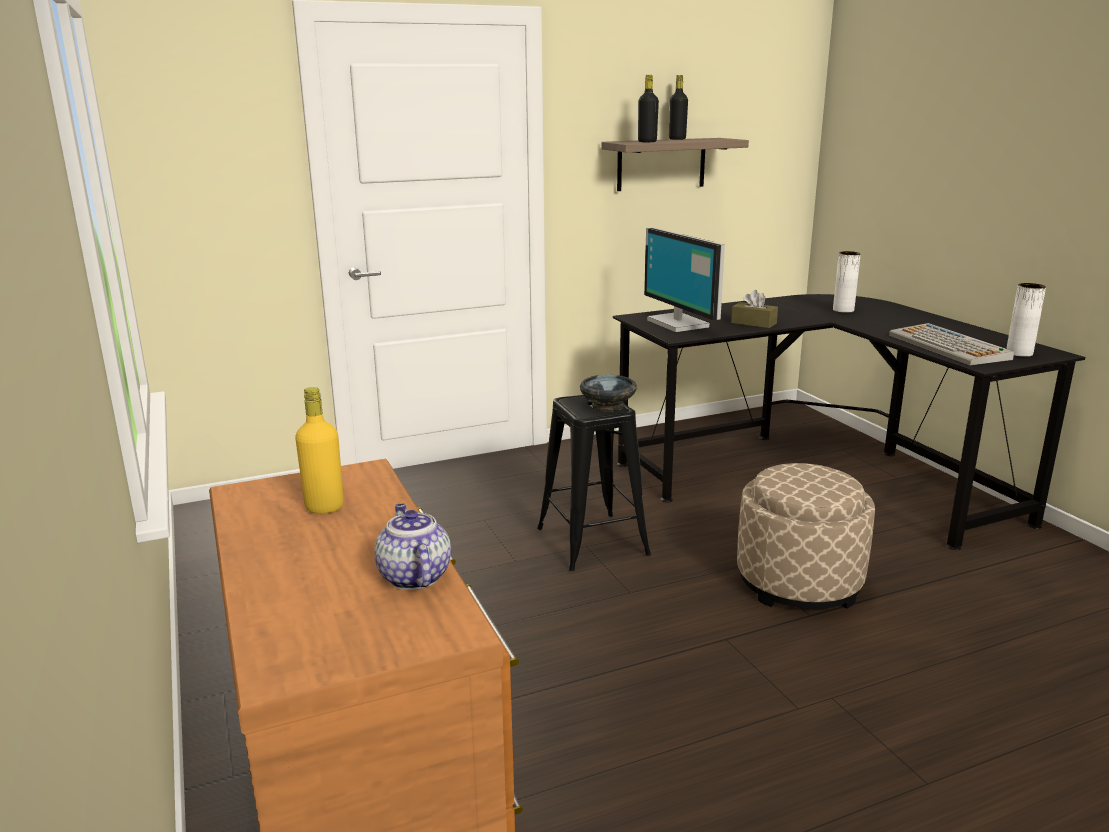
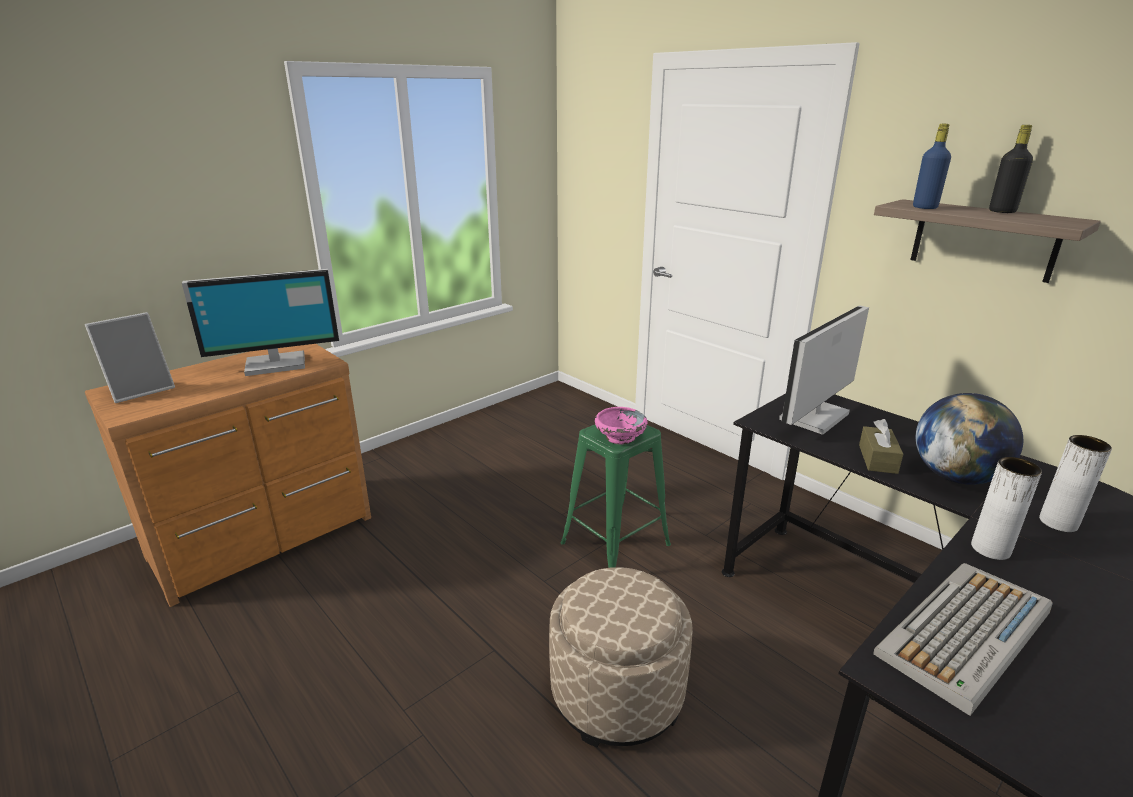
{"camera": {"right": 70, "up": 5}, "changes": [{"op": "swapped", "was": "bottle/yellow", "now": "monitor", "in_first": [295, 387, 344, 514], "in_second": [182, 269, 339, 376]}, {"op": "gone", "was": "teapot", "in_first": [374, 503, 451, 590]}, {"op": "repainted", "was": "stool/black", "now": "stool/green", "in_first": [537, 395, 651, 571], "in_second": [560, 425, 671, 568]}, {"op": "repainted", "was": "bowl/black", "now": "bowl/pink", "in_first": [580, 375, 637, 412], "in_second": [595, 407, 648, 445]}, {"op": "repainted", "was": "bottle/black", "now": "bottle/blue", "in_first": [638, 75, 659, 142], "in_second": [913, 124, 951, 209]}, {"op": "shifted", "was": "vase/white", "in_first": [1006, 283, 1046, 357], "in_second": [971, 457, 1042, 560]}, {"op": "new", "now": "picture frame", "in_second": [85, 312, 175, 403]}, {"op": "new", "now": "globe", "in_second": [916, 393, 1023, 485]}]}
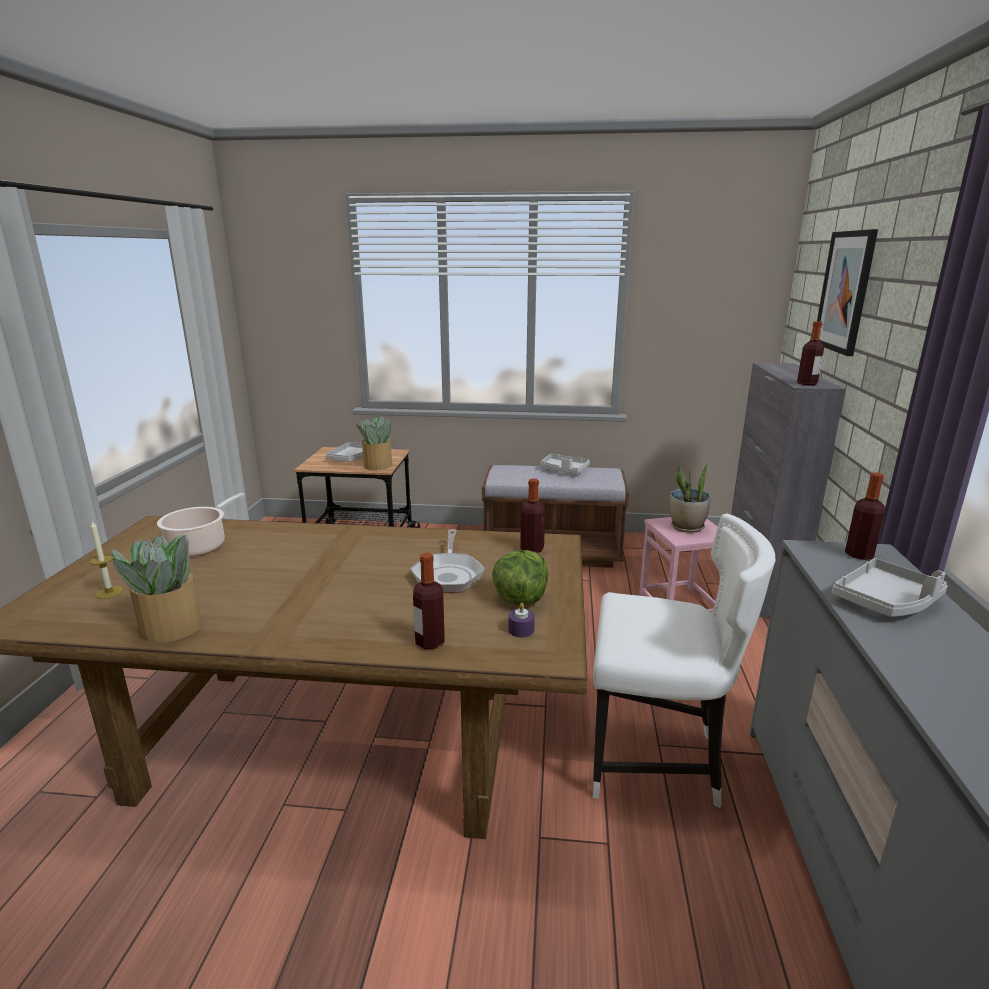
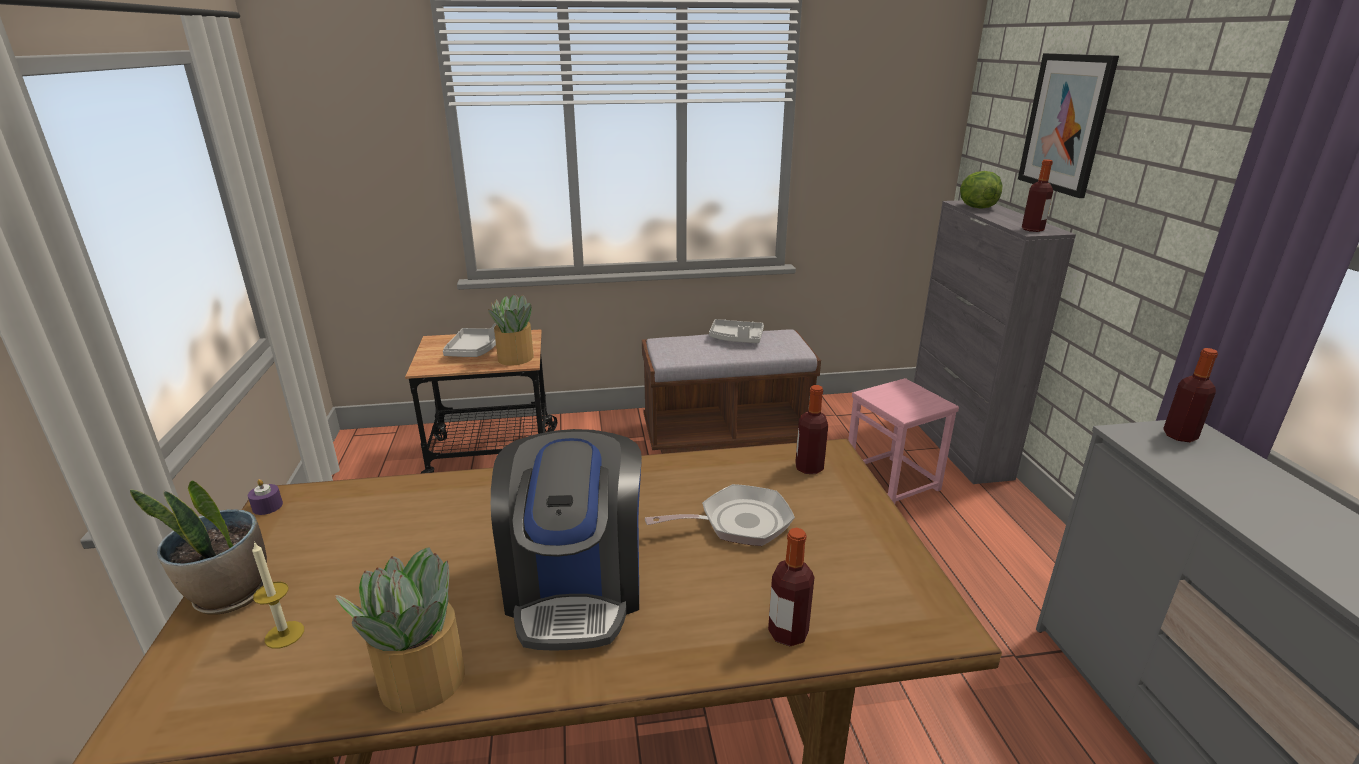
{"camera": {"right": -15, "up": 5}, "changes": [{"op": "gone", "was": "cooking pot", "in_first": [157, 493, 245, 557]}, {"op": "rotated", "was": "frying pan", "in_first": [410, 529, 485, 593], "in_second": [645, 484, 795, 546], "clockwise": -90}, {"op": "shifted", "was": "lettuce", "in_first": [492, 550, 548, 605], "in_second": [960, 171, 1002, 209]}, {"op": "shifted", "was": "candle/purple", "in_first": [508, 603, 535, 637], "in_second": [248, 479, 283, 515]}, {"op": "gone", "was": "chair/white", "in_first": [593, 514, 775, 808]}, {"op": "shifted", "was": "potted plant", "in_first": [670, 464, 711, 533], "in_second": [130, 480, 267, 615]}, {"op": "gone", "was": "tray/grey", "in_first": [832, 558, 948, 617]}, {"op": "new", "now": "coffee machine", "in_second": [491, 429, 642, 651]}]}
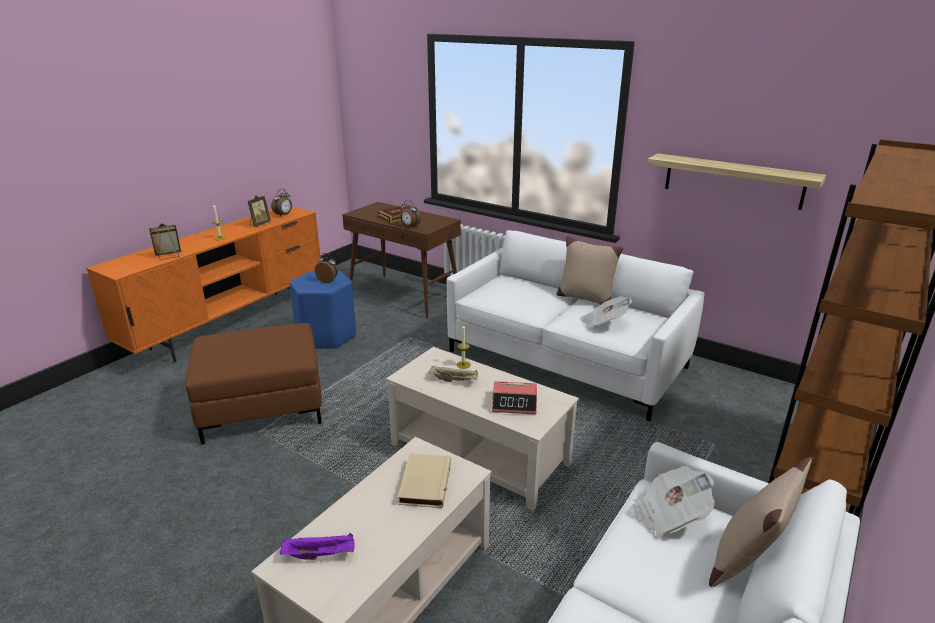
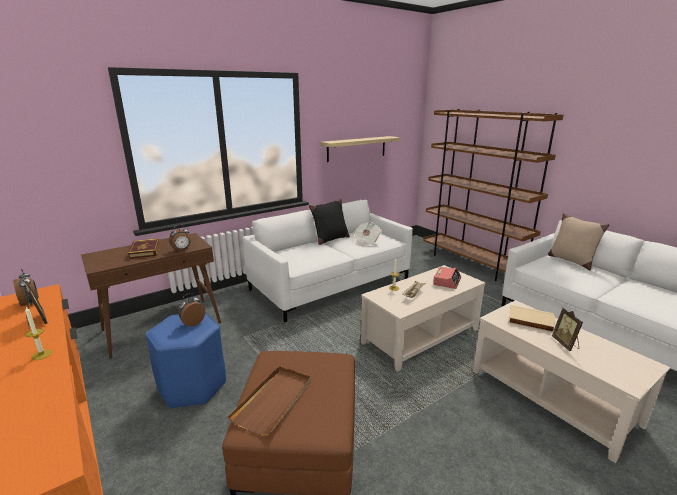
{"camera": {"right": -70, "up": -5}, "changes": [{"op": "shifted", "was": "picture frame", "in_first": [149, 224, 181, 260], "in_second": [552, 308, 583, 351]}, {"op": "gone", "was": "tray/purple", "in_first": [280, 533, 355, 560]}, {"op": "repainted", "was": "pillow/beige", "now": "pillow/black", "in_first": [557, 236, 623, 305], "in_second": [309, 198, 350, 245]}, {"op": "gone", "was": "newspaper", "in_first": [629, 466, 715, 536]}, {"op": "new", "now": "tray/brown", "in_second": [228, 366, 311, 436]}]}
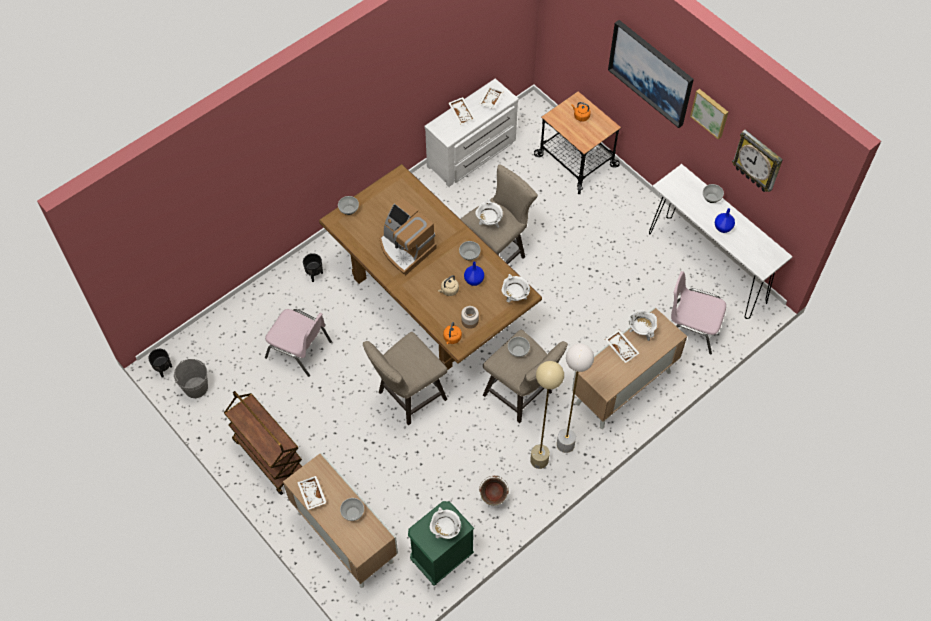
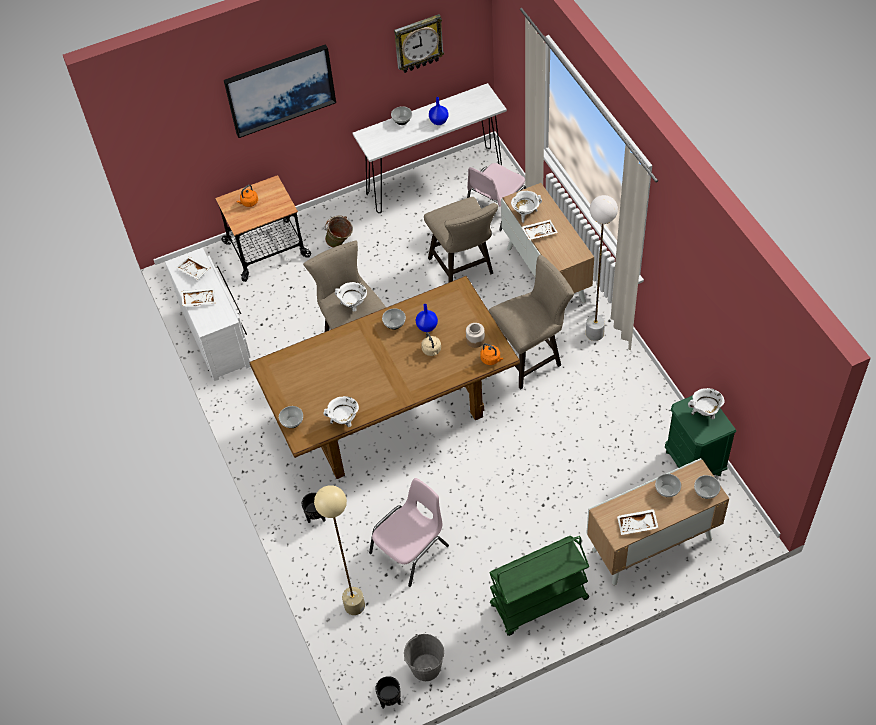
{"camera": {"right": -70, "up": -5}, "changes": [{"op": "repainted", "was": "cart/brown", "now": "cart/green", "in_first": [224, 391, 302, 495], "in_second": [489, 536, 589, 636]}, {"op": "shifted", "was": "stool/beige", "in_first": [363, 332, 447, 425], "in_second": [424, 197, 498, 283]}, {"op": "gone", "was": "coffee machine", "in_first": [379, 198, 436, 275]}, {"op": "shifted", "was": "bucket/green", "in_first": [479, 476, 509, 506], "in_second": [325, 216, 353, 248]}, {"op": "shifted", "was": "cooking pot/white", "in_first": [502, 274, 530, 302], "in_second": [324, 396, 359, 427]}, {"op": "shifted", "was": "bowl", "in_first": [508, 337, 530, 357], "in_second": [694, 475, 721, 499]}, {"op": "shifted", "was": "floor lamp/beige", "in_first": [530, 361, 564, 469], "in_second": [314, 485, 365, 615]}, {"op": "gone", "was": "picture", "in_first": [690, 89, 728, 139]}]}
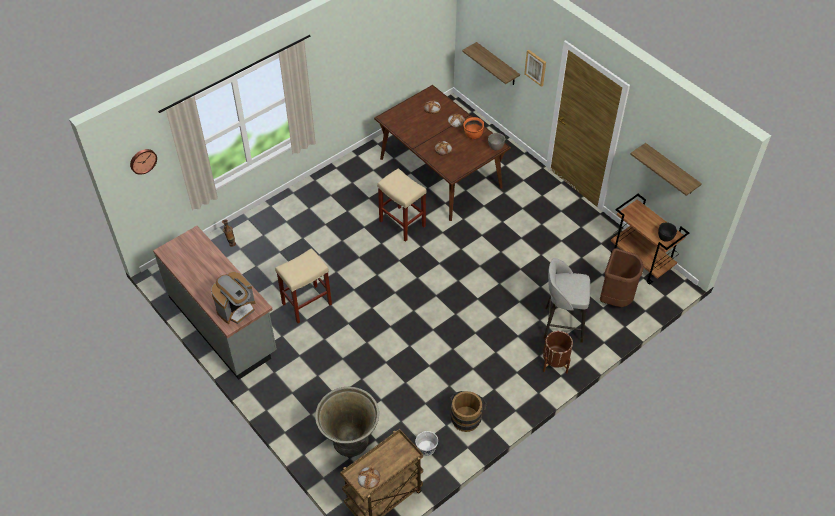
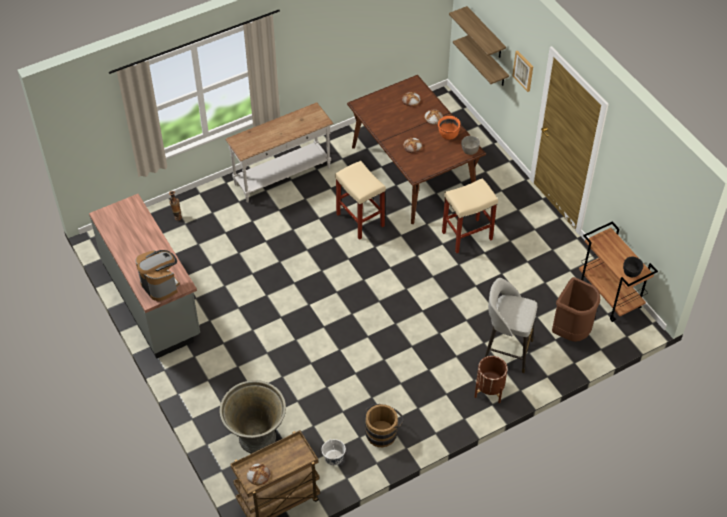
{"camera": {"right": 10, "up": 0}, "changes": [{"op": "gone", "was": "wall clock", "in_first": [130, 149, 157, 175]}, {"op": "rotated", "was": "coffee machine", "in_first": [211, 272, 255, 324], "in_second": [136, 250, 180, 301], "clockwise": -90}, {"op": "shifted", "was": "stool/beige", "in_first": [275, 248, 332, 323], "in_second": [442, 178, 498, 253]}, {"op": "shifted", "was": "shelf", "in_first": [630, 143, 702, 196], "in_second": [449, 6, 506, 58]}, {"op": "new", "now": "console table/white", "in_second": [225, 102, 334, 202]}]}
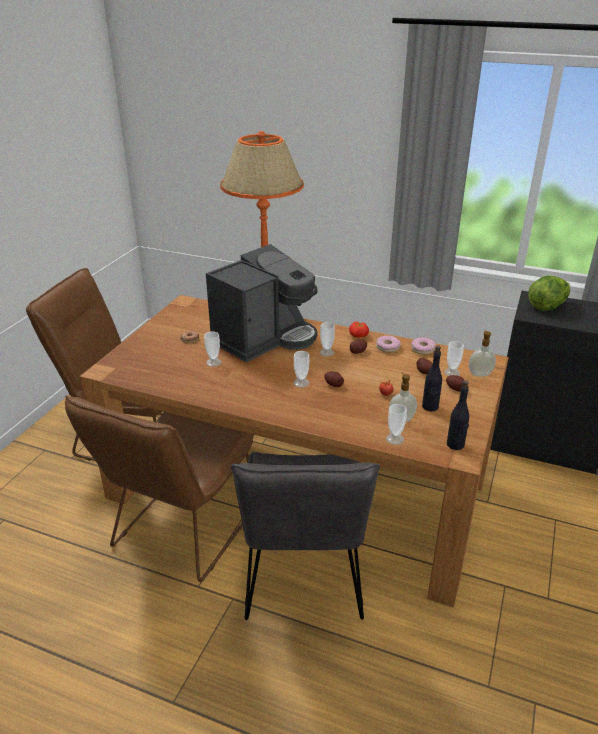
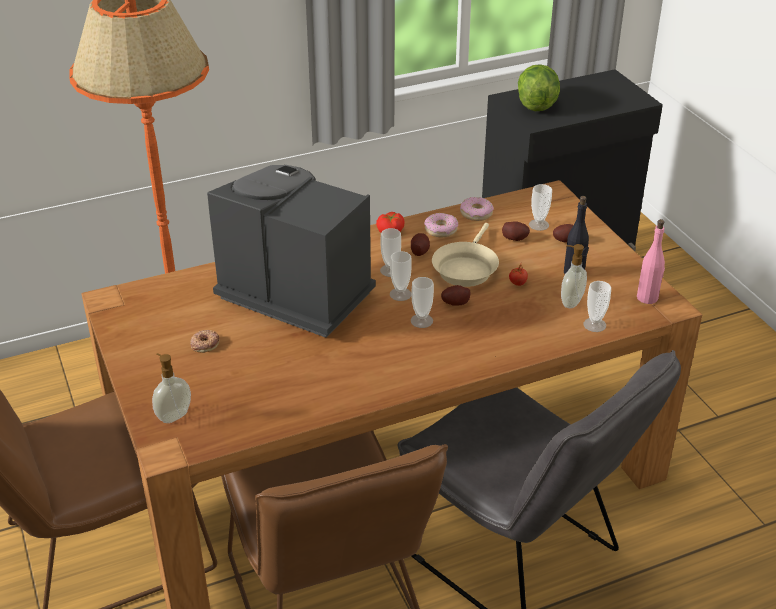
{"camera": {"right": -45, "up": 5}, "changes": [{"op": "shifted", "was": "cup", "in_first": [204, 332, 222, 367], "in_second": [390, 251, 412, 301]}, {"op": "rotated", "was": "coffee machine", "in_first": [206, 244, 317, 363], "in_second": [207, 165, 376, 338], "clockwise": -60}, {"op": "repainted", "was": "bottle/black", "now": "bottle/pink", "in_first": [447, 380, 469, 450], "in_second": [637, 219, 665, 304]}, {"op": "shifted", "was": "soap dispenser", "in_first": [469, 330, 496, 376], "in_second": [152, 353, 191, 423]}, {"op": "new", "now": "frying pan/beige", "in_second": [432, 223, 499, 287]}]}
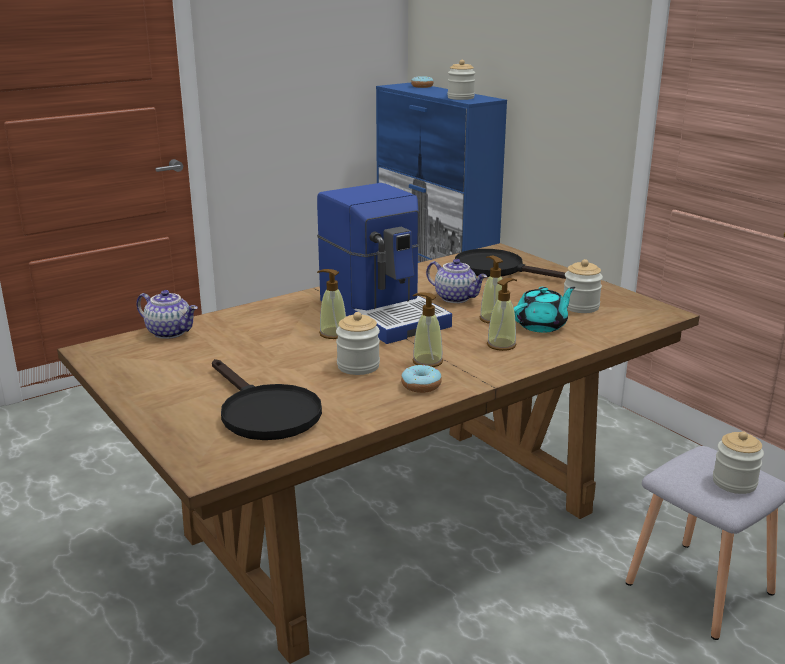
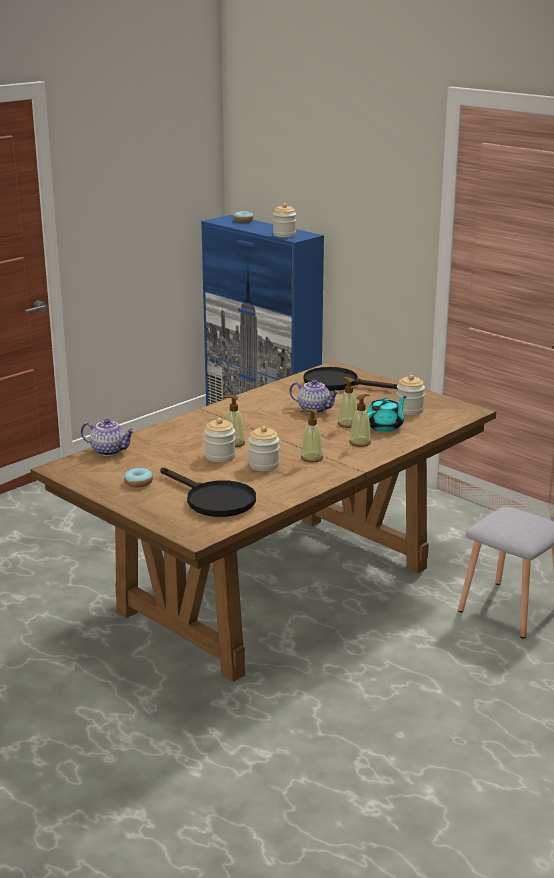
{"camera": {"right": -10, "up": 0}, "changes": [{"op": "gone", "was": "coffee machine", "in_first": [317, 183, 452, 344]}, {"op": "shifted", "was": "donut", "in_first": [401, 365, 442, 393], "in_second": [124, 468, 153, 487]}, {"op": "shifted", "was": "jar", "in_first": [713, 431, 764, 494], "in_second": [204, 418, 236, 462]}]}
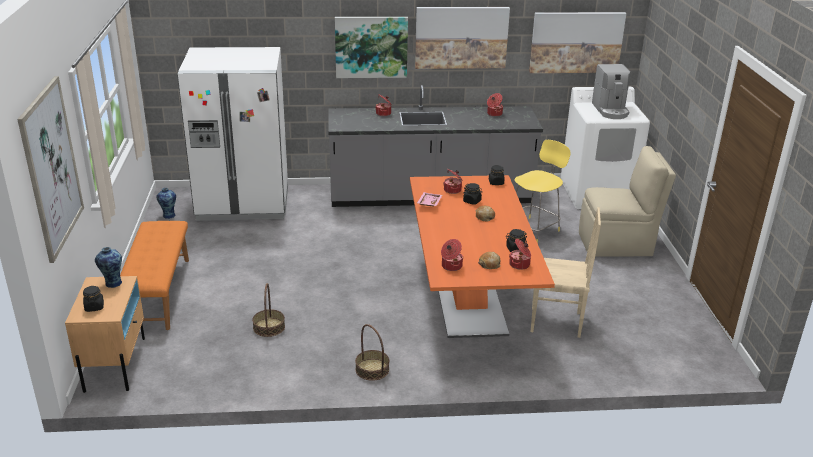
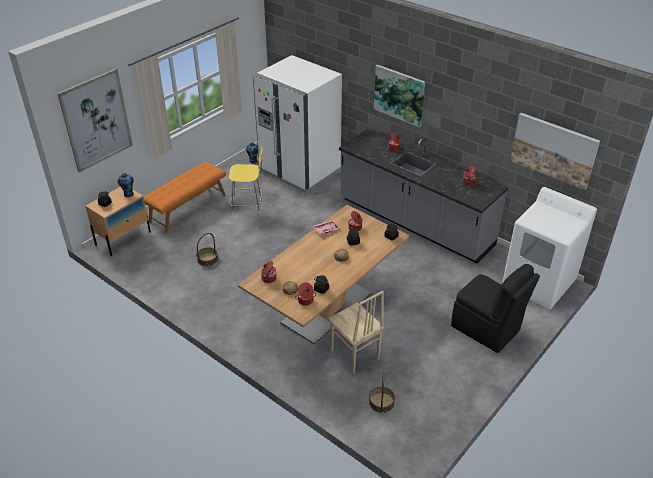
{"camera": {"right": 45, "up": 10}, "changes": [{"op": "shifted", "was": "basket", "in_first": [355, 324, 389, 381], "in_second": [369, 372, 395, 413]}, {"op": "repainted", "was": "dining table/orange", "now": "dining table/beige", "in_first": [410, 175, 555, 338], "in_second": [238, 205, 410, 345]}, {"op": "gone", "was": "picture", "in_first": [415, 7, 510, 69]}, {"op": "shifted", "was": "stool/yellow", "in_first": [514, 140, 571, 243], "in_second": [229, 147, 262, 215]}, {"op": "repainted", "was": "chair/beige", "now": "chair/black", "in_first": [579, 146, 676, 257], "in_second": [451, 264, 540, 353]}, {"op": "gone", "was": "coffee machine", "in_first": [592, 64, 630, 119]}]}
